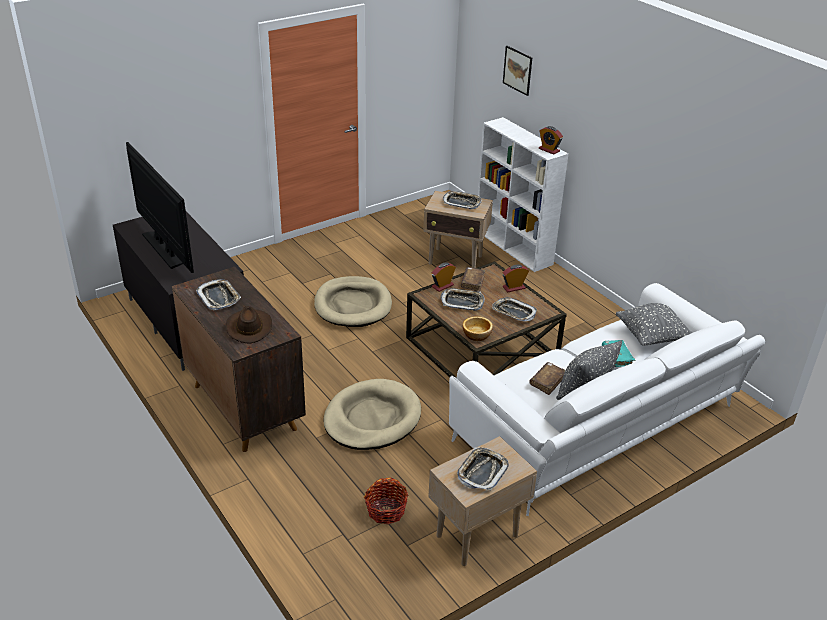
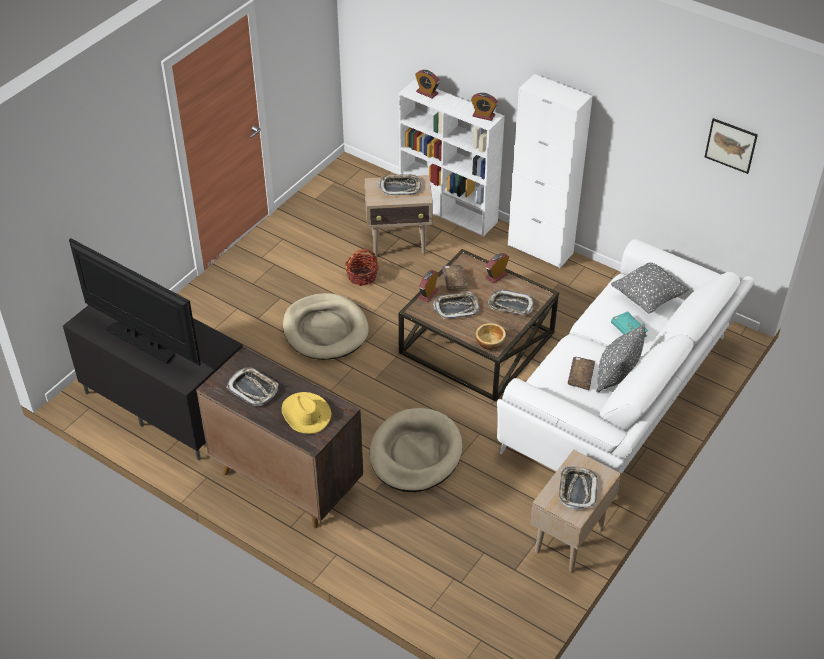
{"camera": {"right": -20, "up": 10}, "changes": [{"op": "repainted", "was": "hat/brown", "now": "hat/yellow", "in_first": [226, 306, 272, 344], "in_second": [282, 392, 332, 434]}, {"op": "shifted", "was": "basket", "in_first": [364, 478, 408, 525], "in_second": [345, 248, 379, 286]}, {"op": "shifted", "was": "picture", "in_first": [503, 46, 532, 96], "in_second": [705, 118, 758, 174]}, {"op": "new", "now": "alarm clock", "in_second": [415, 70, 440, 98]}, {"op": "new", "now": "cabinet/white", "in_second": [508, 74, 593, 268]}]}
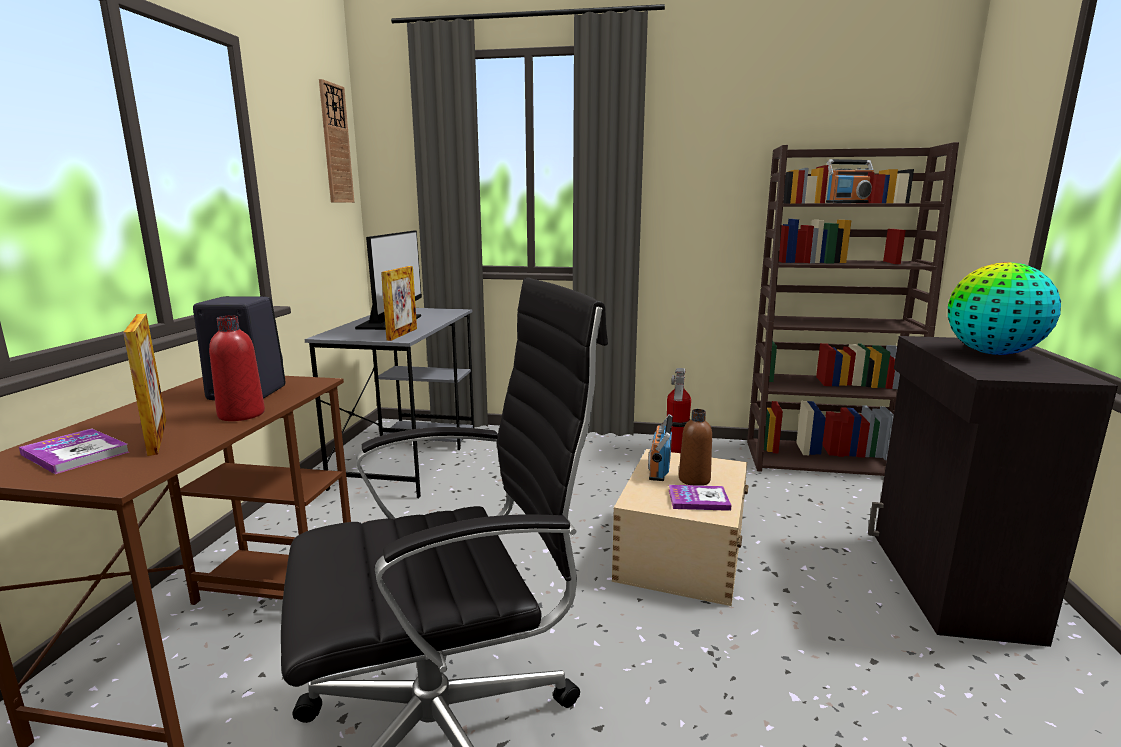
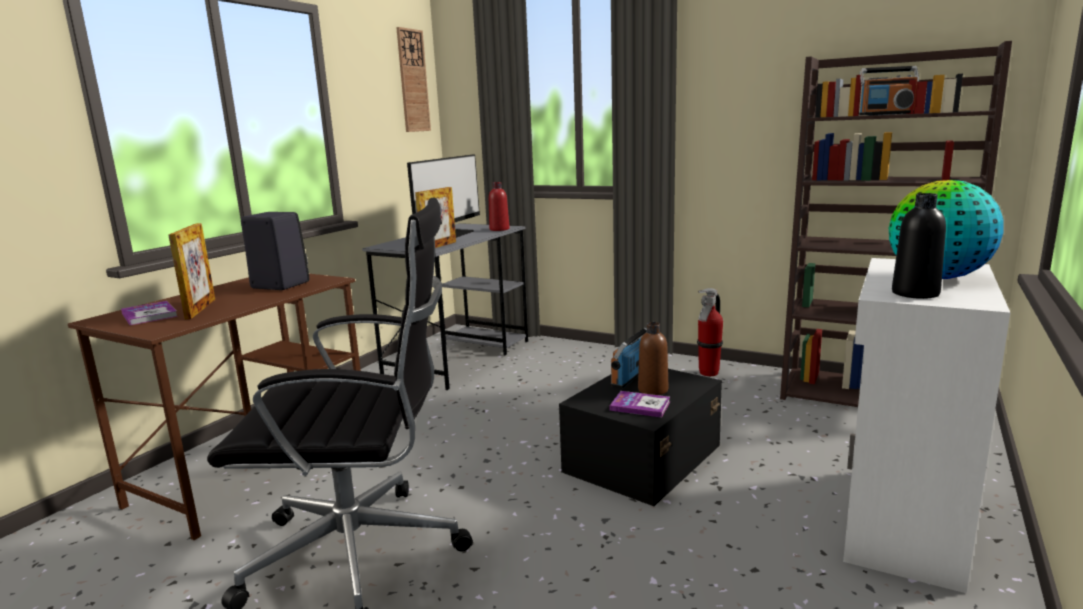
{"camera": {"right": 20, "up": 0}, "changes": [{"op": "shifted", "was": "bottle/red", "in_first": [209, 315, 265, 421], "in_second": [489, 182, 510, 231]}, {"op": "repainted", "was": "storage box/beige", "now": "storage box/black", "in_first": [612, 449, 748, 606], "in_second": [559, 369, 722, 506]}, {"op": "repainted", "was": "cabinet/black", "now": "cabinet/white", "in_first": [868, 336, 1118, 647], "in_second": [843, 258, 1011, 593]}, {"op": "new", "now": "bottle/black", "in_second": [892, 193, 946, 299]}]}
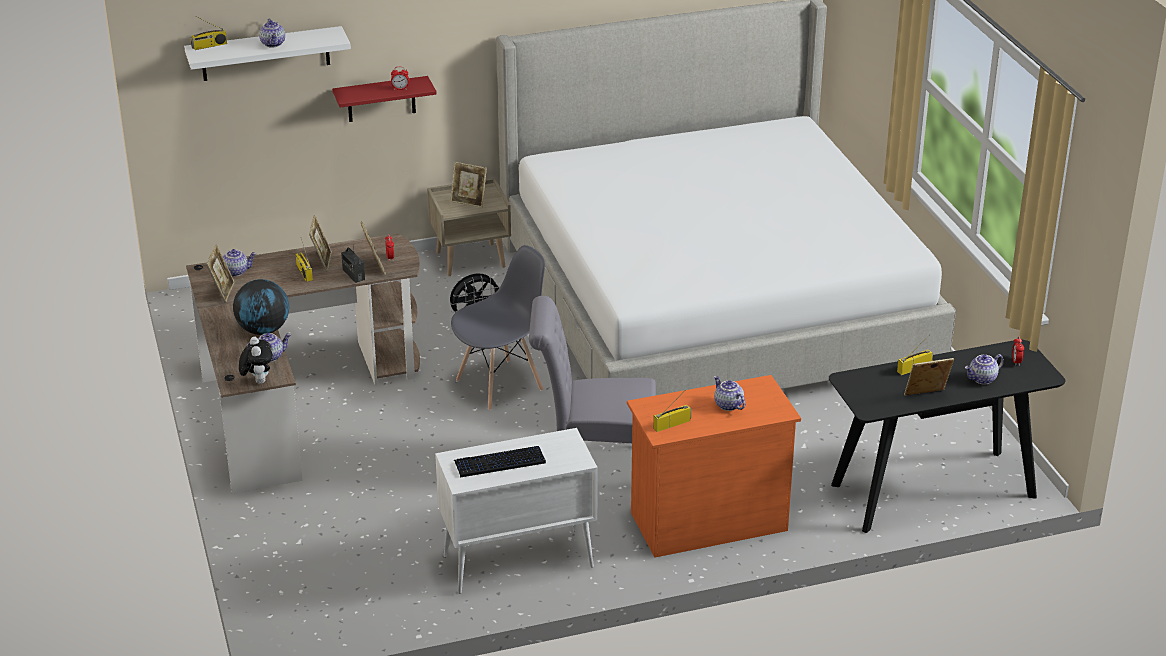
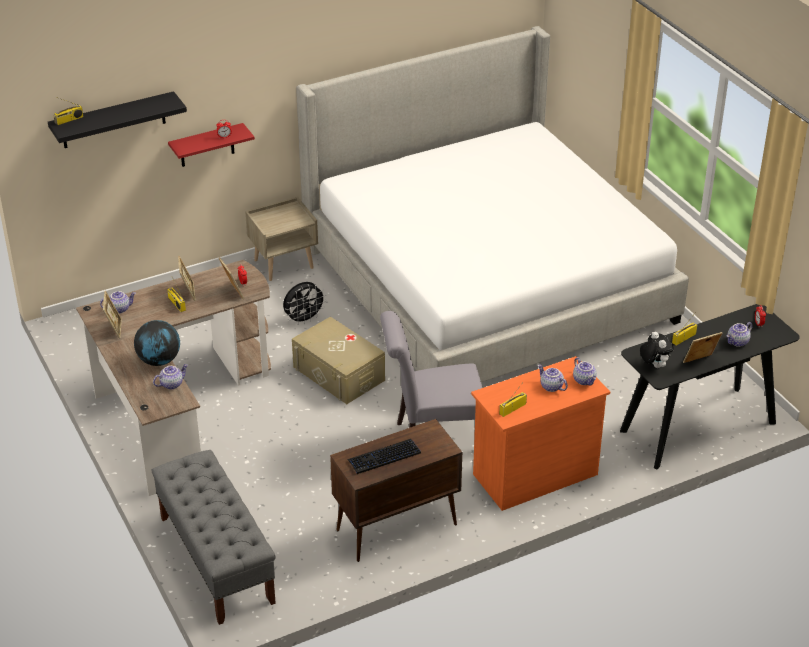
{"camera": {"right": -10, "up": 5}, "changes": [{"op": "repainted", "was": "shelf/white", "now": "shelf/black", "in_first": [184, 26, 351, 81], "in_second": [48, 91, 187, 148]}, {"op": "shifted", "was": "plush toy", "in_first": [239, 337, 273, 384], "in_second": [640, 332, 674, 368]}, {"op": "shifted", "was": "teapot", "in_first": [259, 18, 285, 47], "in_second": [573, 357, 597, 386]}, {"op": "gone", "was": "radio", "in_first": [341, 244, 365, 283]}, {"op": "repainted", "was": "cabinet/white", "now": "cabinet/brown", "in_first": [435, 428, 598, 594], "in_second": [330, 419, 462, 562]}, {"op": "gone", "was": "picture frame", "in_first": [450, 162, 487, 208]}, {"op": "swapped", "was": "chair/grey", "now": "storage box/beige", "in_first": [451, 245, 545, 411], "in_second": [292, 317, 385, 404]}, {"op": "new", "now": "bench/grey", "in_second": [151, 450, 276, 625]}]}
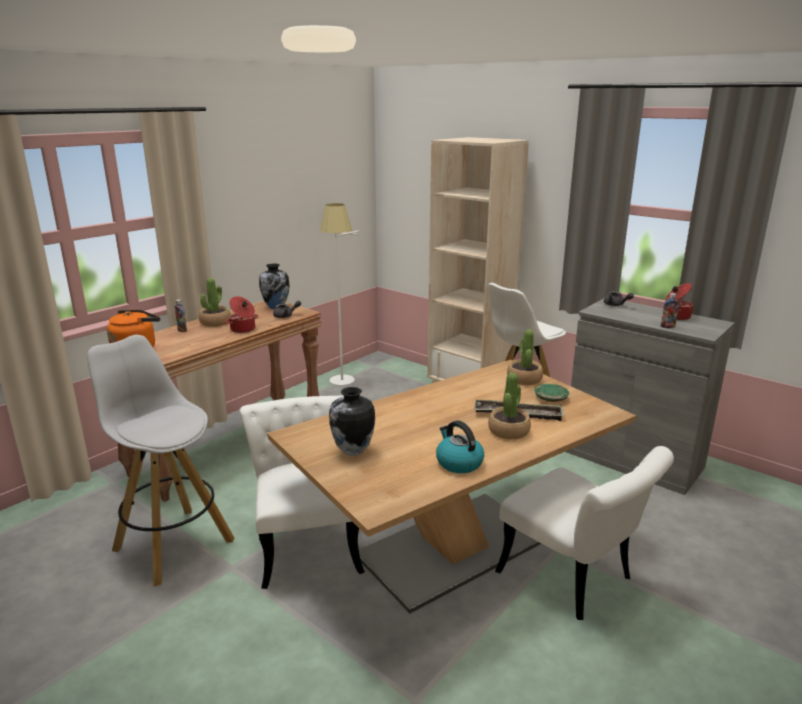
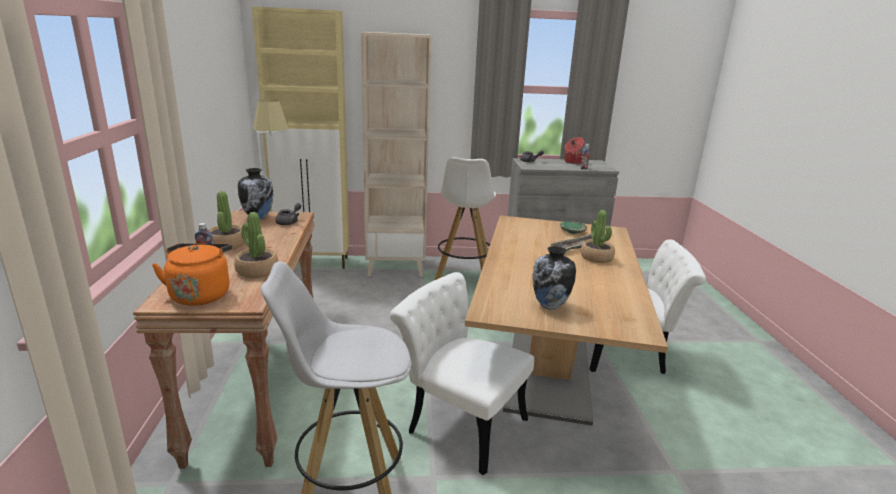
{"camera": {"right": -45, "up": 0}, "changes": [{"op": "gone", "was": "cooking pot", "in_first": [225, 296, 259, 333]}, {"op": "gone", "was": "kettle", "in_first": [436, 420, 484, 473]}, {"op": "shifted", "was": "potted plant", "in_first": [507, 329, 543, 385], "in_second": [234, 212, 278, 278]}, {"op": "new", "now": "cabinet/beige", "in_second": [252, 7, 349, 269]}]}
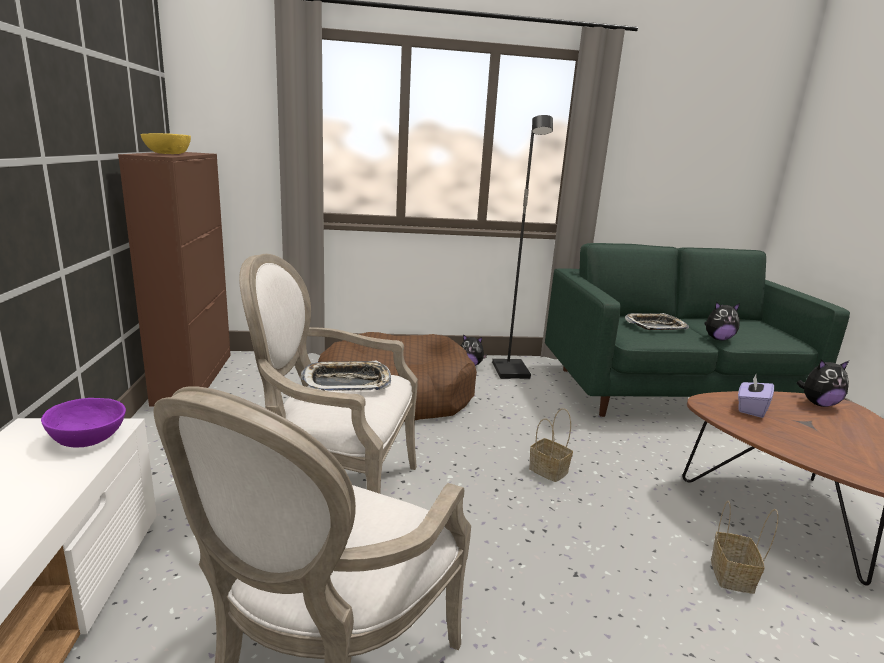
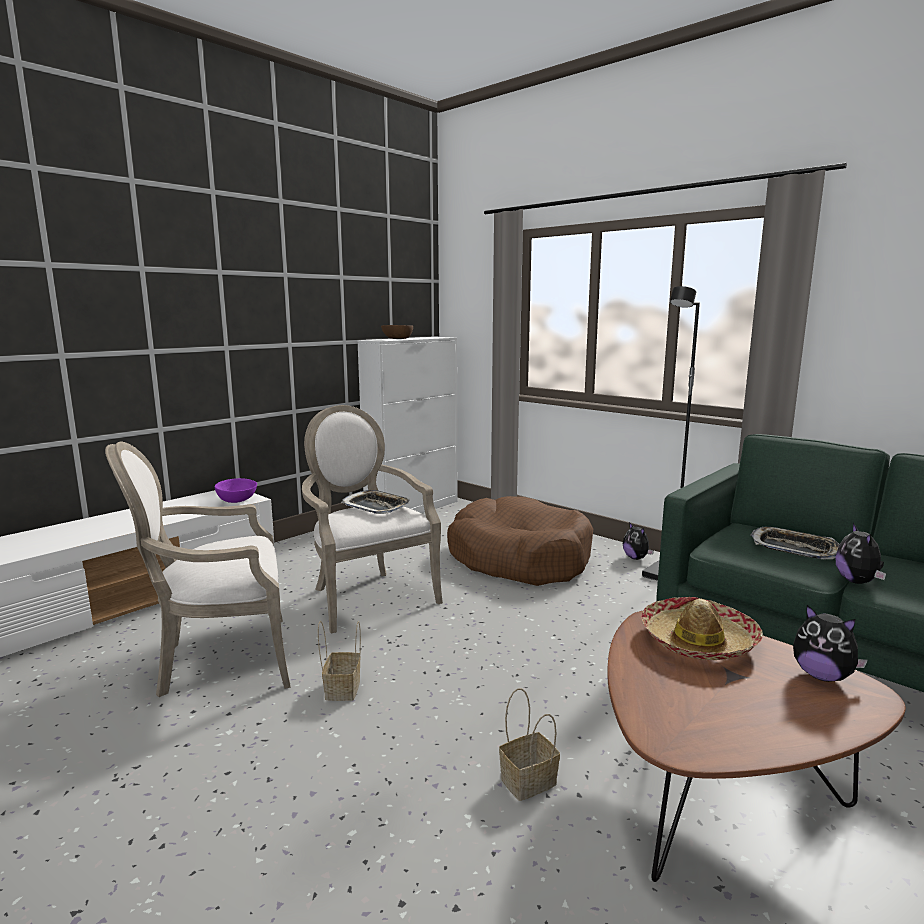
{"camera": {"right": 50, "up": -5}, "changes": [{"op": "repainted", "was": "cabinet/brown", "now": "cabinet/white", "in_first": [118, 152, 231, 407], "in_second": [357, 337, 457, 513]}, {"op": "repainted", "was": "bowl/yellow", "now": "bowl/brown", "in_first": [140, 133, 191, 154], "in_second": [381, 325, 413, 339]}, {"op": "shifted", "was": "basket", "in_first": [529, 408, 573, 482], "in_second": [318, 621, 361, 701]}, {"op": "rotated", "was": "plush toy", "in_first": [704, 302, 740, 340], "in_second": [835, 523, 886, 584], "clockwise": 45}, {"op": "swapped", "was": "tissue box/purple", "now": "hat", "in_first": [738, 374, 774, 418], "in_second": [641, 597, 763, 660]}]}
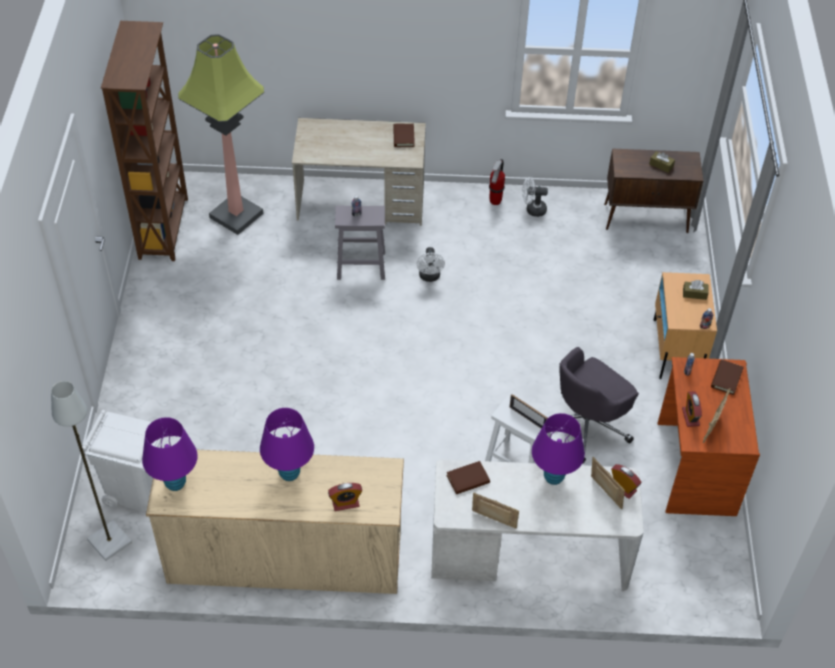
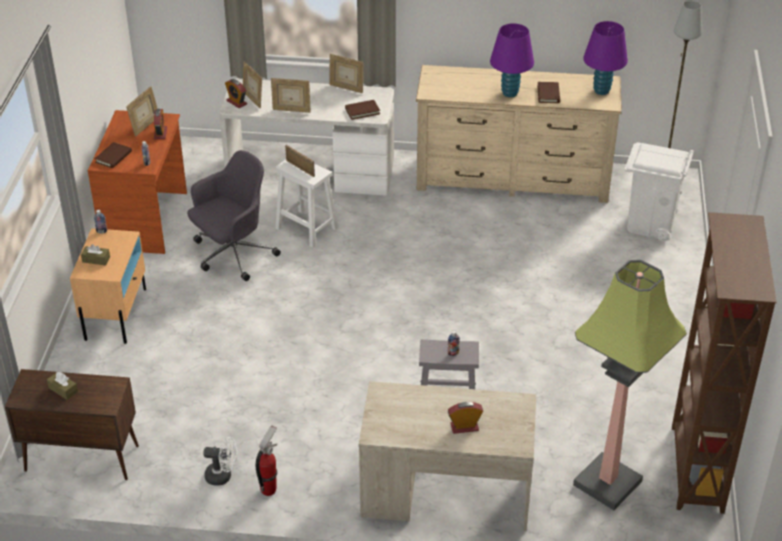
{"camera": {"right": -175, "up": -10}, "changes": [{"op": "shifted", "was": "alarm clock", "in_first": [328, 483, 362, 511], "in_second": [448, 402, 483, 434]}, {"op": "shifted", "was": "book/brown", "in_first": [393, 123, 415, 147], "in_second": [537, 82, 560, 103]}, {"op": "gone", "was": "fan/white", "in_first": [417, 247, 445, 282]}, {"op": "swapped", "was": "table lamp/purple", "now": "picture frame", "in_first": [532, 413, 585, 485], "in_second": [271, 78, 311, 113]}]}
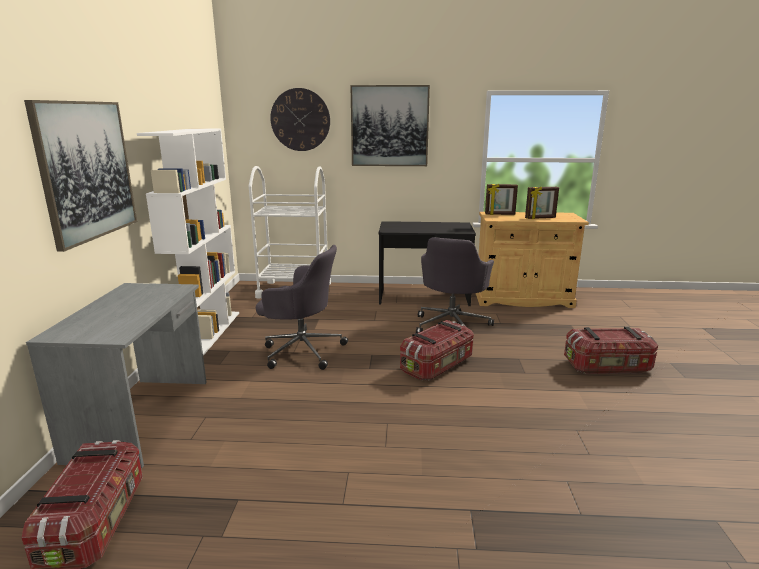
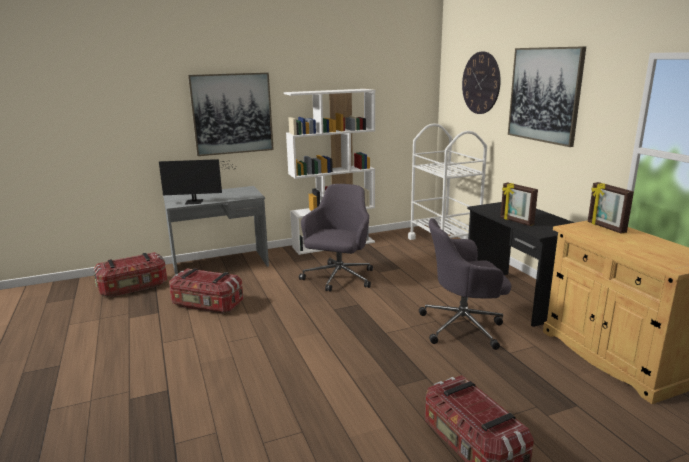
{"camera": {"right": 65, "up": 0}, "changes": [{"op": "rotated", "was": "office chair/grey", "in_first": [256, 245, 348, 370], "in_second": [299, 184, 373, 292], "clockwise": -150}, {"op": "shifted", "was": "storage box", "in_first": [400, 320, 474, 381], "in_second": [169, 268, 244, 314]}, {"op": "shifted", "was": "picture frame", "in_first": [525, 187, 559, 219], "in_second": [500, 182, 538, 226]}, {"op": "new", "now": "monitor", "in_second": [159, 159, 238, 204]}]}
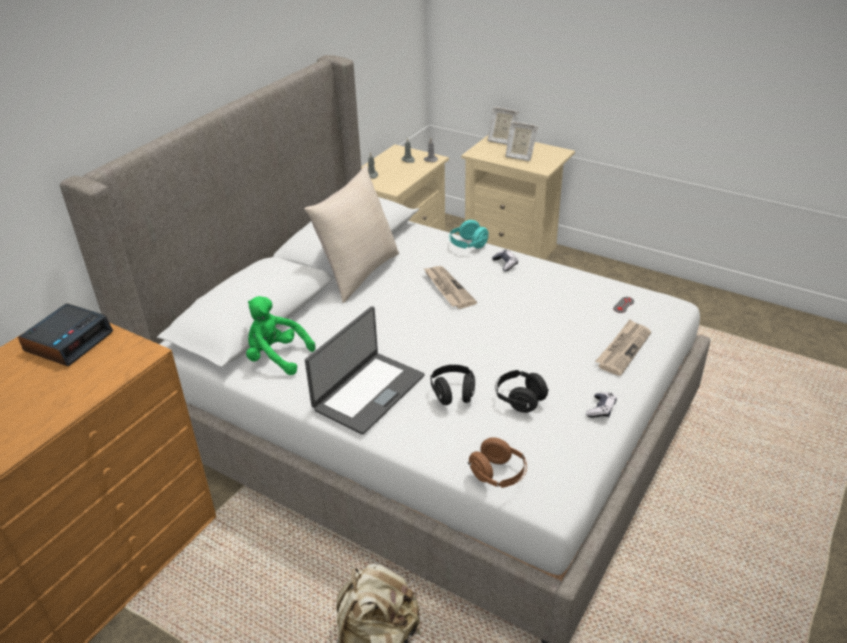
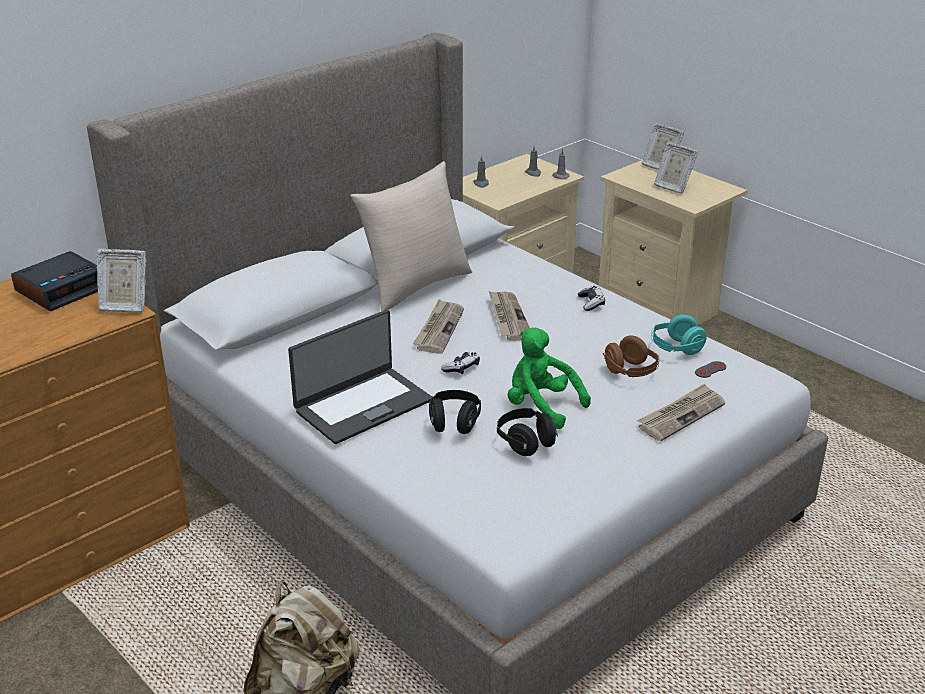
{"camera": {"right": 15, "up": -5}, "changes": [{"op": "shifted", "was": "plush toy/green", "in_first": [246, 296, 316, 375], "in_second": [508, 328, 591, 429]}, {"op": "shifted", "was": "headphones/turquoise", "in_first": [449, 220, 489, 249], "in_second": [651, 315, 707, 355]}, {"op": "shifted", "was": "headphones/brown", "in_first": [467, 437, 527, 488], "in_second": [603, 336, 659, 377]}, {"op": "shifted", "was": "game controller", "in_first": [586, 392, 617, 418], "in_second": [441, 352, 480, 374]}, {"op": "new", "now": "picture frame", "in_second": [97, 249, 146, 313]}, {"op": "new", "now": "newspaper", "in_second": [413, 299, 464, 354]}]}
